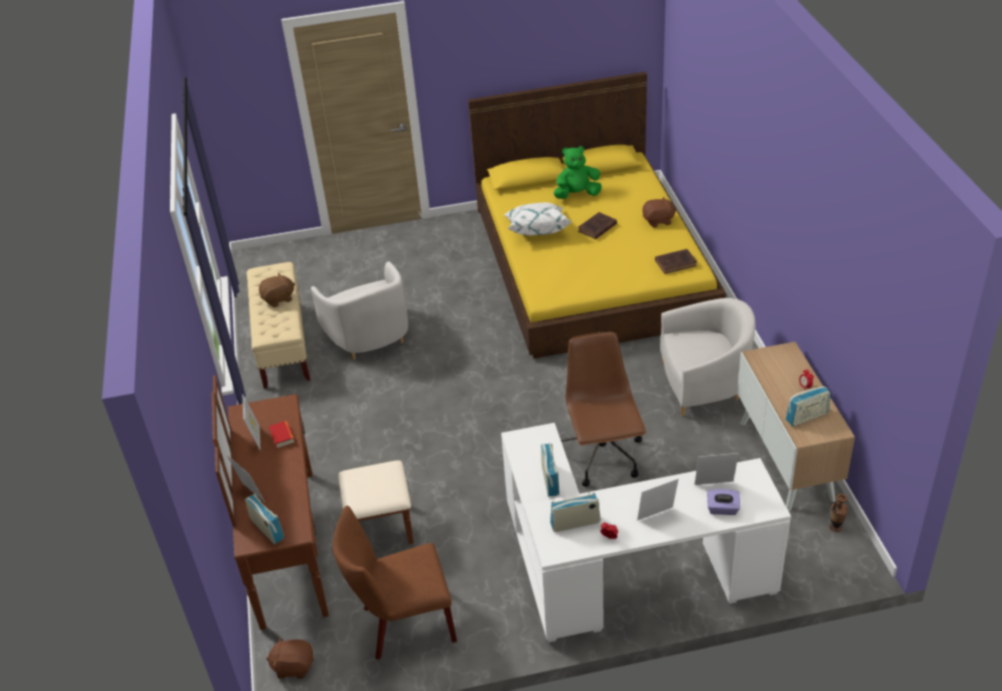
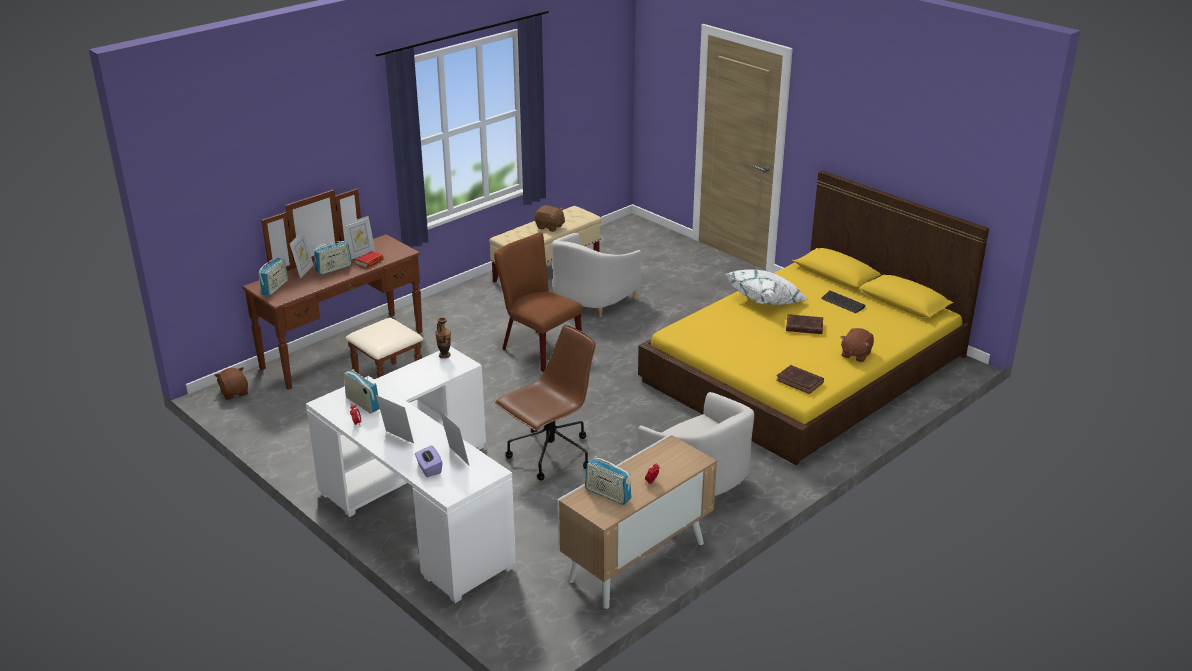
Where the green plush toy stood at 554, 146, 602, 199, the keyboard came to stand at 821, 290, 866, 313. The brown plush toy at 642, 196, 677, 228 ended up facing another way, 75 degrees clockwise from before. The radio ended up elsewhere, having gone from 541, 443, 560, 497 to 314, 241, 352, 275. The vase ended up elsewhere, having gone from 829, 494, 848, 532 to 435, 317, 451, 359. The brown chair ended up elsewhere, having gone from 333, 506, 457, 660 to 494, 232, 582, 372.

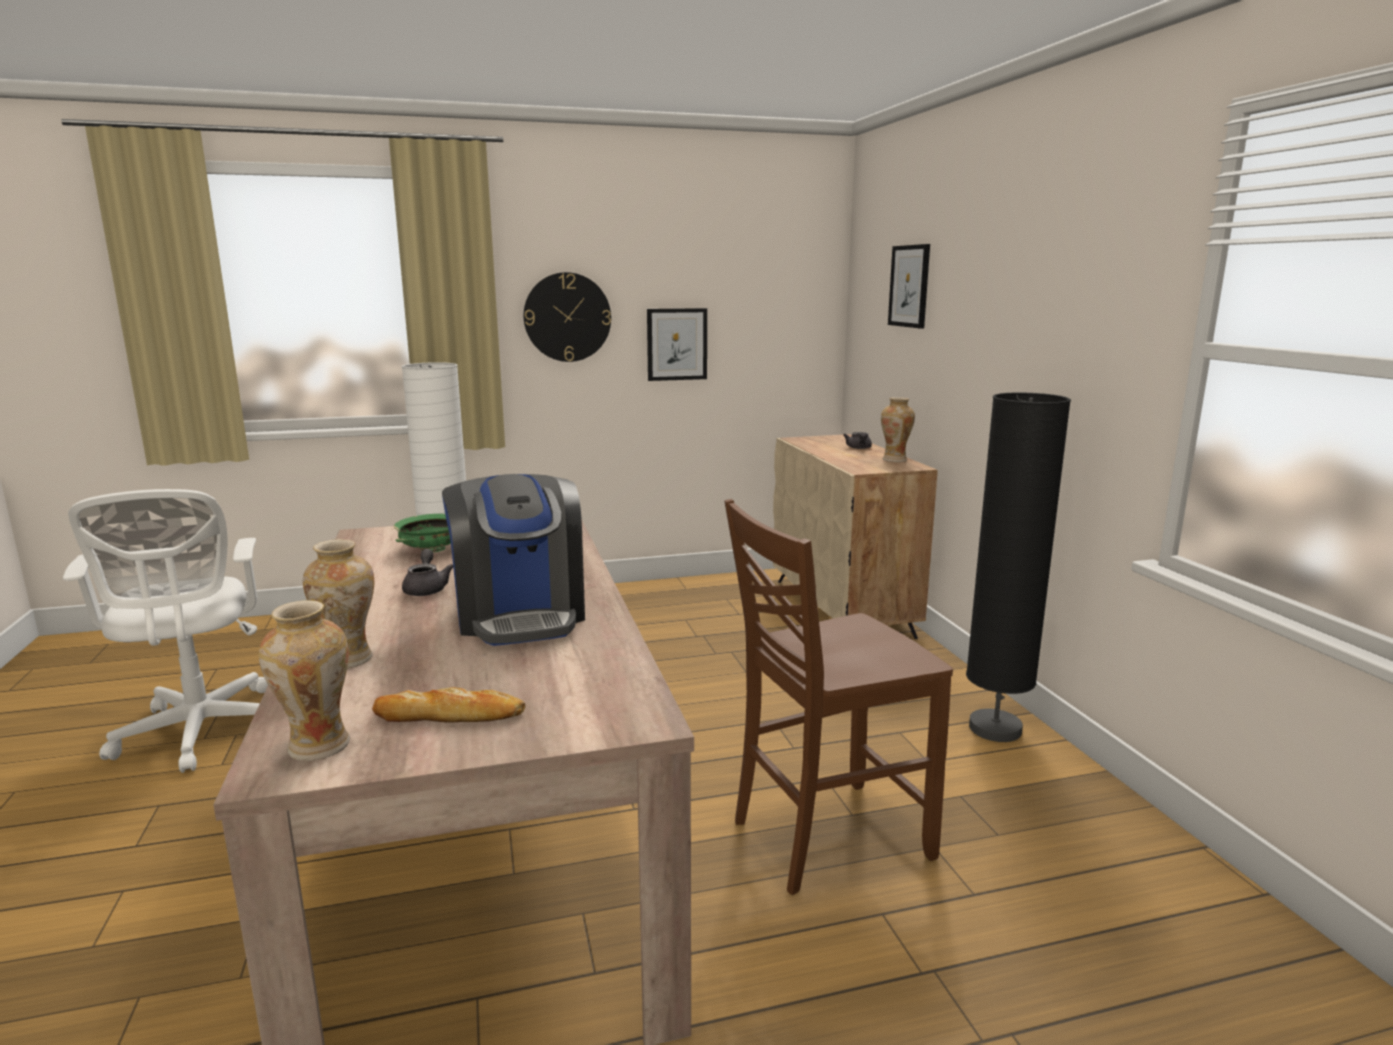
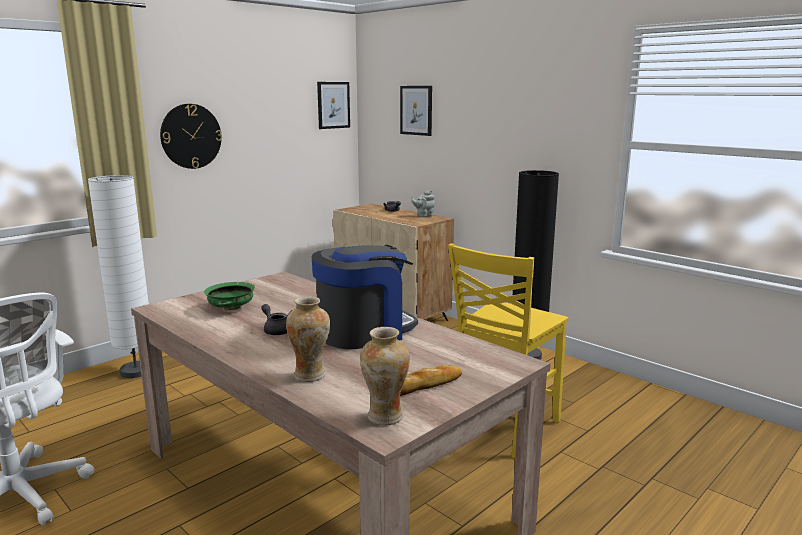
The picture ended up elsewhere, having gone from 647, 308, 707, 381 to 317, 82, 350, 129. Where the vase stood at 881, 397, 915, 462, the grey teapot came to stand at 411, 191, 435, 217. The coffee machine at 442, 474, 585, 646 ended up facing another way, 75 degrees counterclockwise from before. What was the brown chair at 724, 499, 953, 895 turned into the yellow chair at 448, 243, 568, 458.

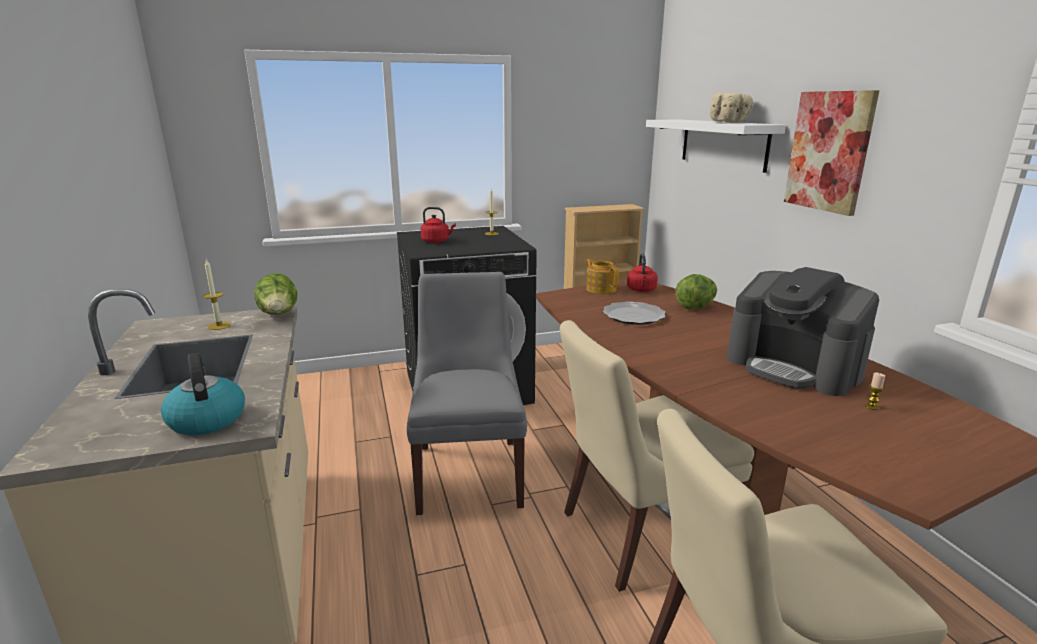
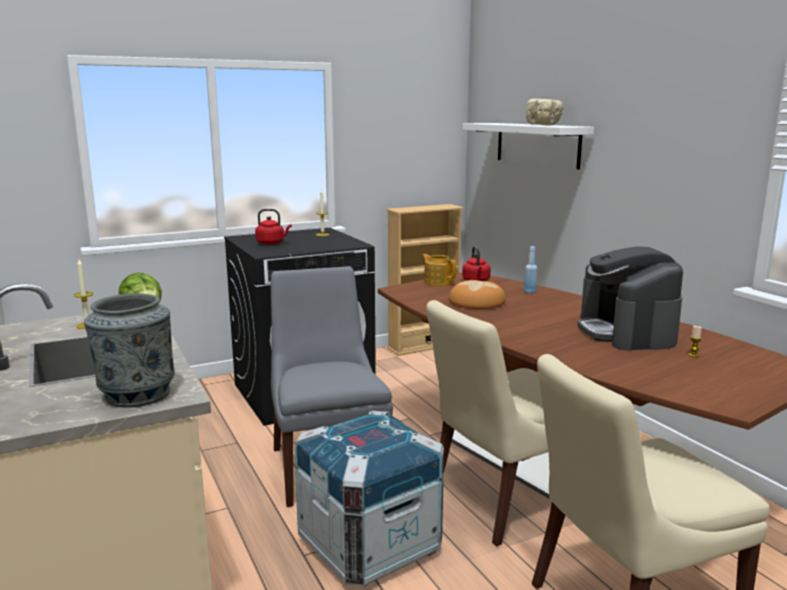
The second view lost the picture at 784, 90, 879, 216. The coffee machine at 727, 267, 879, 396 ended up facing another way, 45 degrees clockwise from before. Where the lettuce stood at 676, 274, 717, 310, the blue bottle came to stand at 524, 246, 537, 293. Where the plate stood at 603, 301, 666, 325, the bread came to stand at 449, 280, 506, 309. Where the kettle stood at 161, 353, 245, 435, the grey vase came to stand at 84, 293, 175, 408. The second view gained the crate at 294, 411, 444, 587.

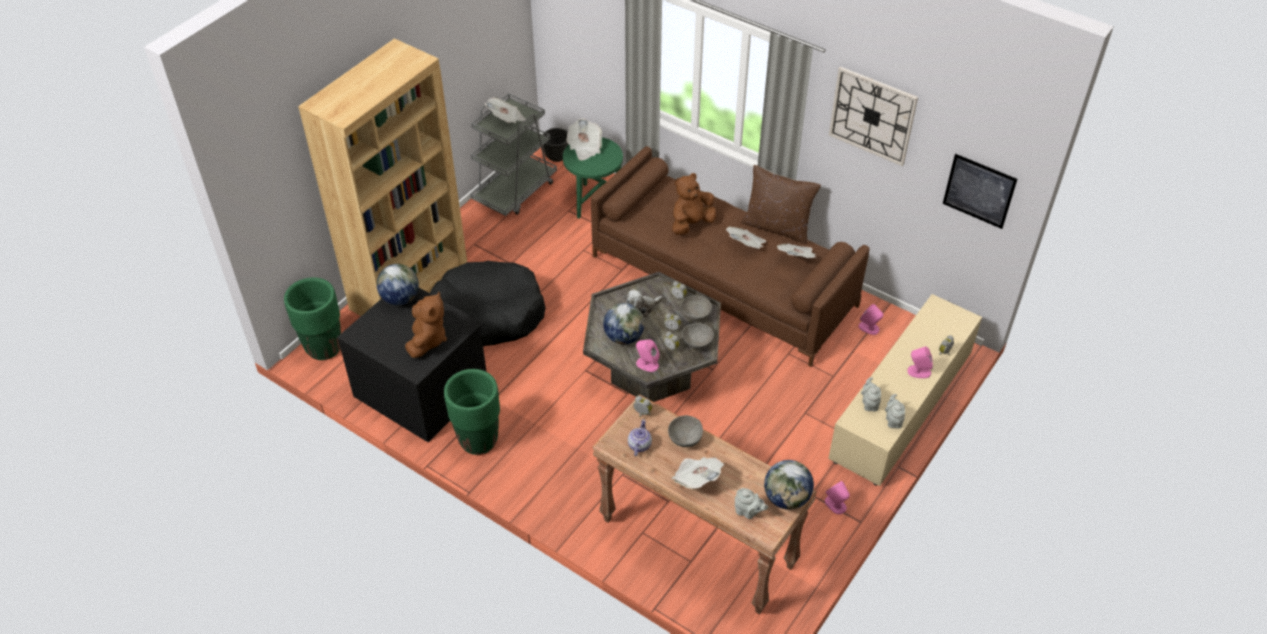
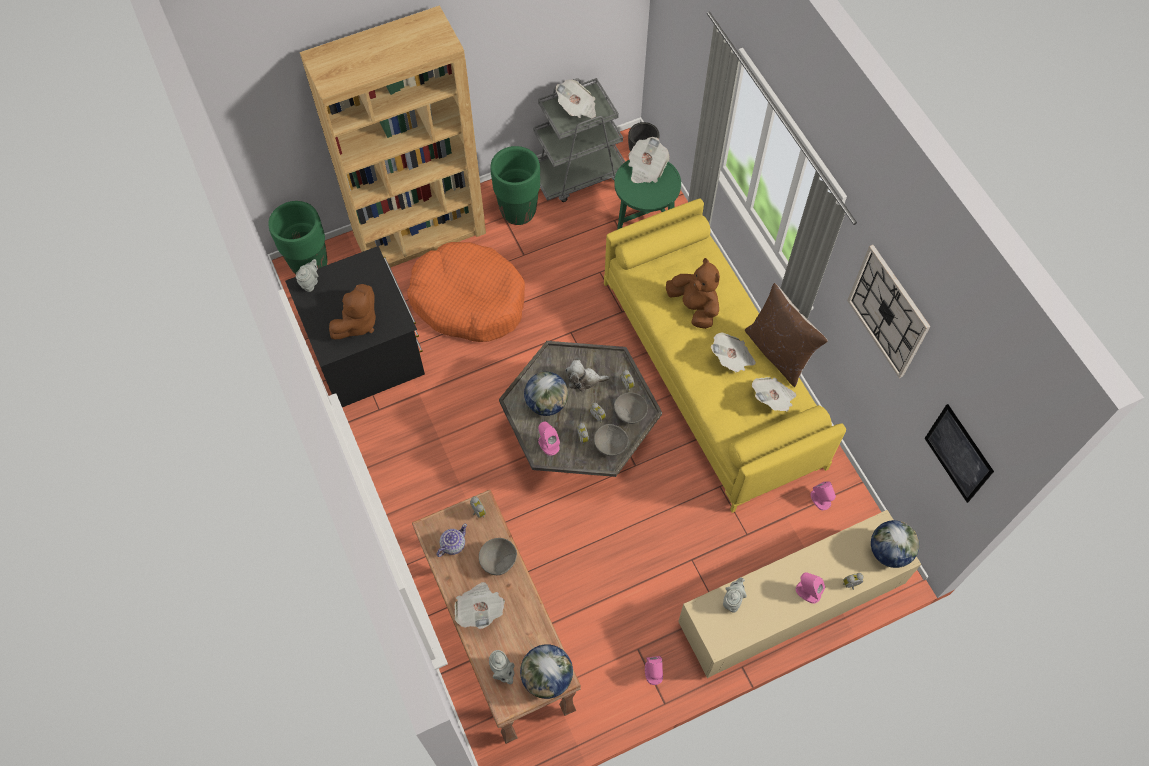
What was the brown sofa at 591, 146, 870, 367 turned into the yellow sofa at 604, 198, 846, 513. The brown plush toy at 672, 173, 716, 235 ended up facing another way, 60 degrees clockwise from before. What was the black dog bed at 430, 261, 545, 346 turned into the orange dog bed at 407, 242, 525, 342. The globe ended up elsewhere, having gone from 377, 264, 419, 305 to 871, 520, 919, 568. The green planter ended up elsewhere, having gone from 444, 369, 500, 455 to 491, 146, 540, 225. The grey teapot ended up elsewhere, having gone from 885, 394, 905, 428 to 296, 259, 319, 292.

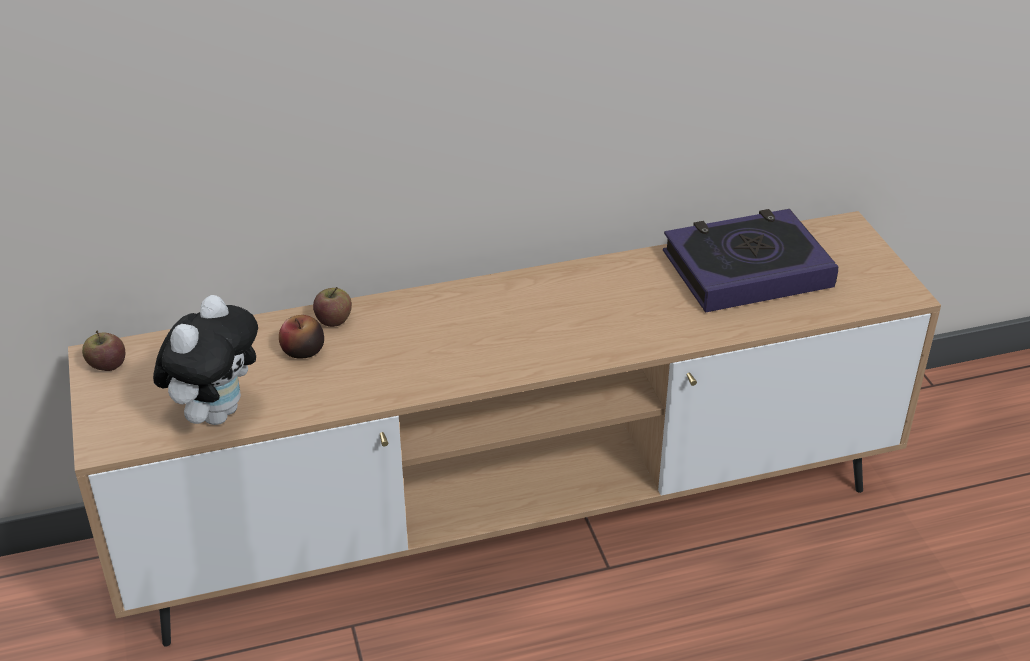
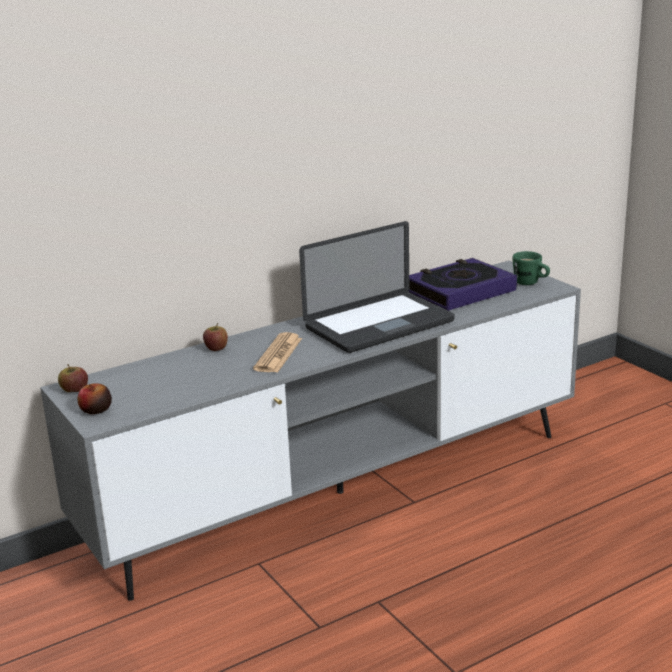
What was the brown tv stand at 68, 211, 941, 646 turned into the grey tv stand at 40, 261, 581, 601. The second view lost the plush toy at 153, 295, 258, 425. The apple ended up elsewhere, having gone from 279, 315, 324, 359 to 78, 383, 112, 414. The second view gained the laptop at 299, 221, 455, 353. The second view gained the green mug at 512, 251, 550, 285. The second view gained the newspaper at 253, 332, 302, 373.

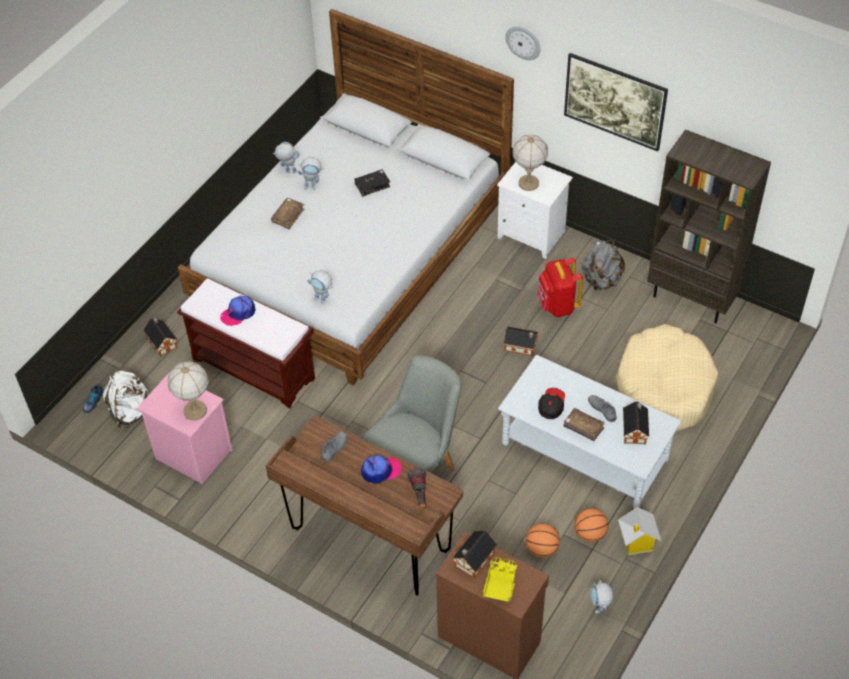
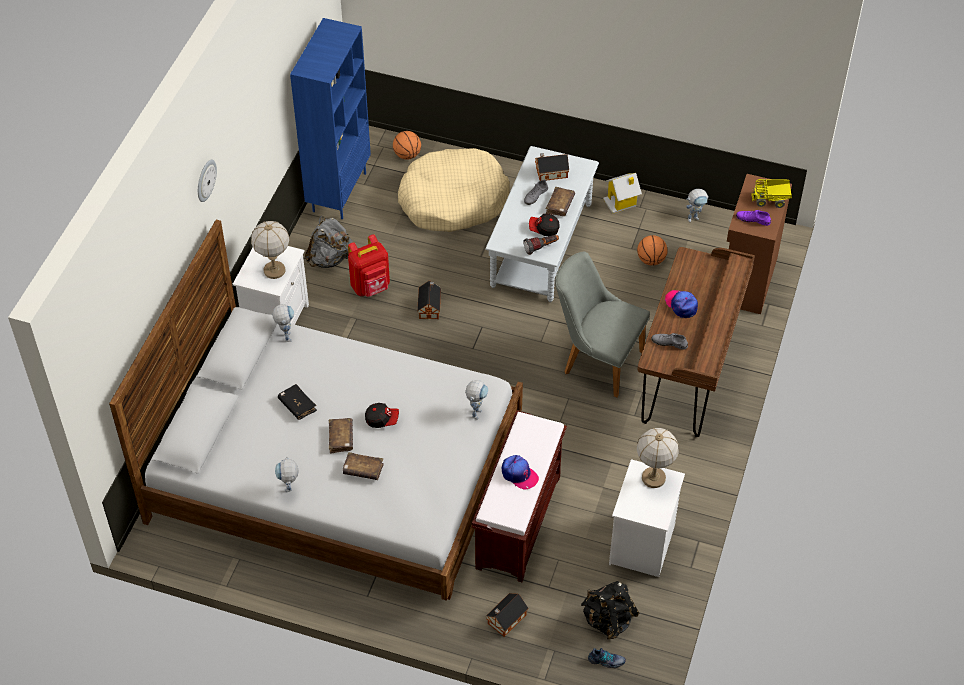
The second view lost the picture at 564, 53, 668, 152. What was the brown bookcase at 647, 130, 771, 323 turned into the blue bookcase at 290, 18, 371, 219. The toy robot ended up elsewhere, having gone from 297, 157, 324, 190 to 273, 304, 294, 342. What was the white backpack at 103, 371, 148, 428 turned into the black backpack at 581, 581, 640, 639. What was the pink nightstand at 137, 372, 233, 484 turned into the white nightstand at 609, 459, 685, 577. The flashlight ended up elsewhere, having gone from 407, 469, 427, 509 to 523, 235, 559, 255. The basketball ended up elsewhere, having gone from 574, 508, 609, 542 to 393, 131, 421, 159. Where the toy house stood at 452, 530, 497, 578, the purple shoe came to stand at 736, 210, 771, 226. The second view gained the cap at 365, 403, 399, 428. The second view gained the brown book at 329, 418, 353, 454.

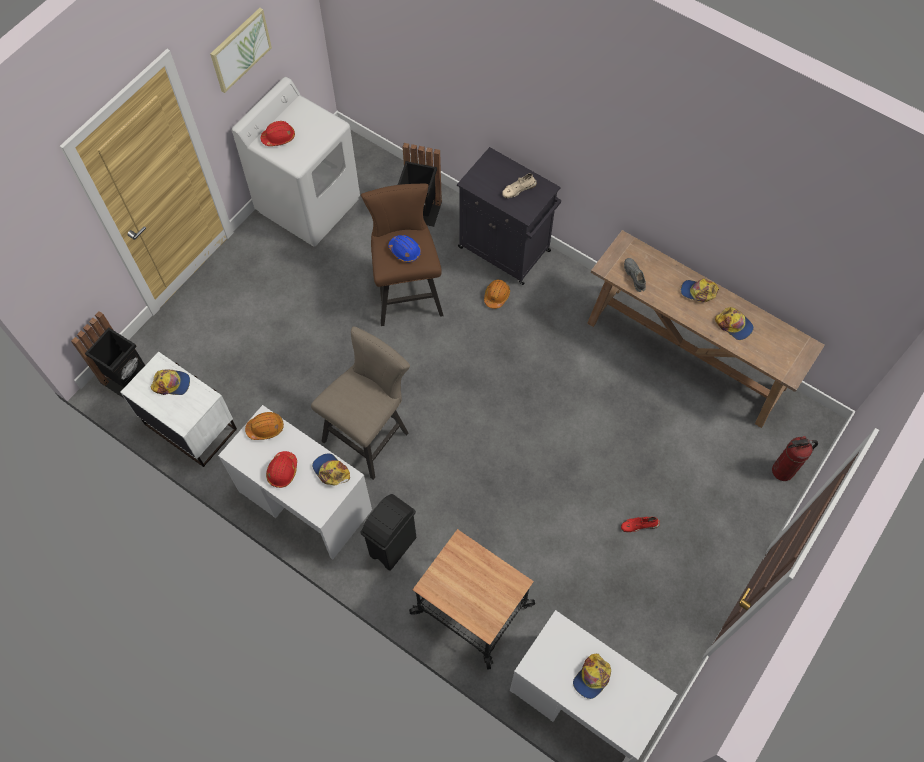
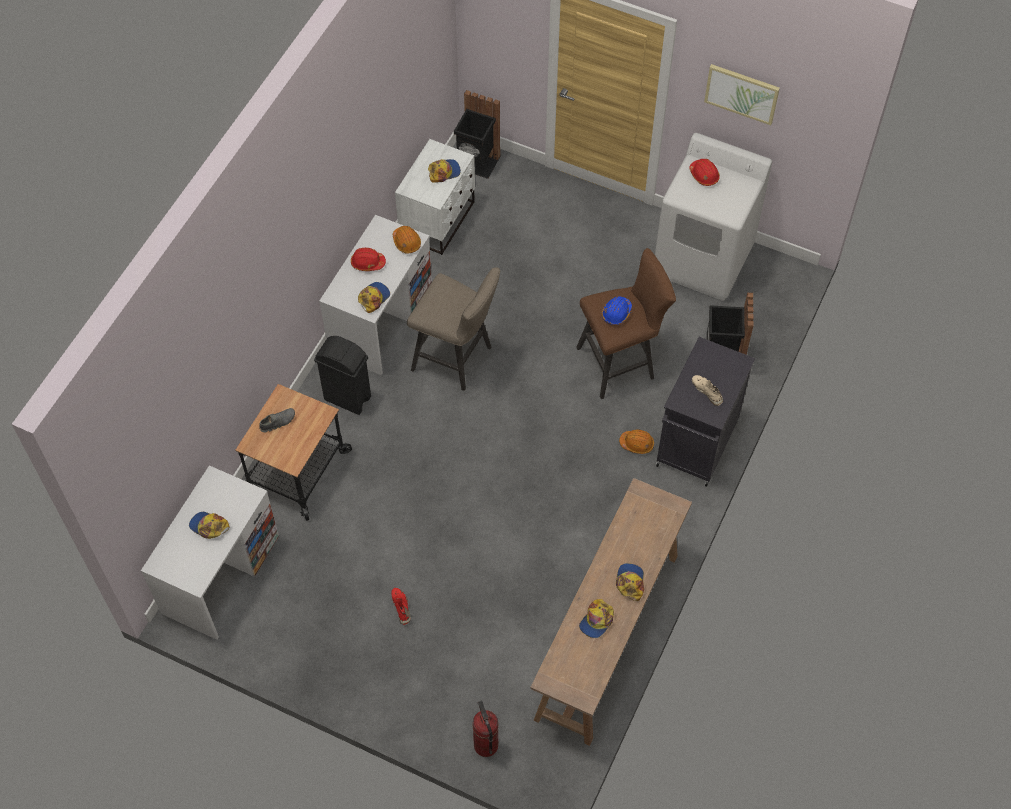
The grey shoe ended up elsewhere, having gone from 624, 258, 646, 292 to 259, 408, 295, 432. The cap at 151, 369, 190, 395 ended up facing another way, 105 degrees counterclockwise from before.

